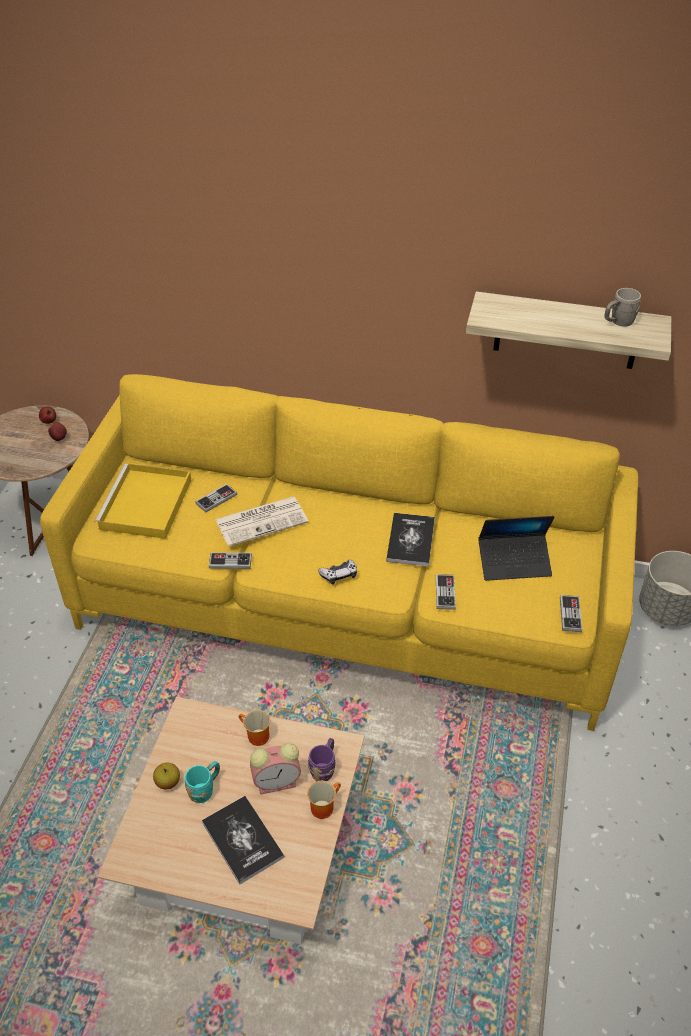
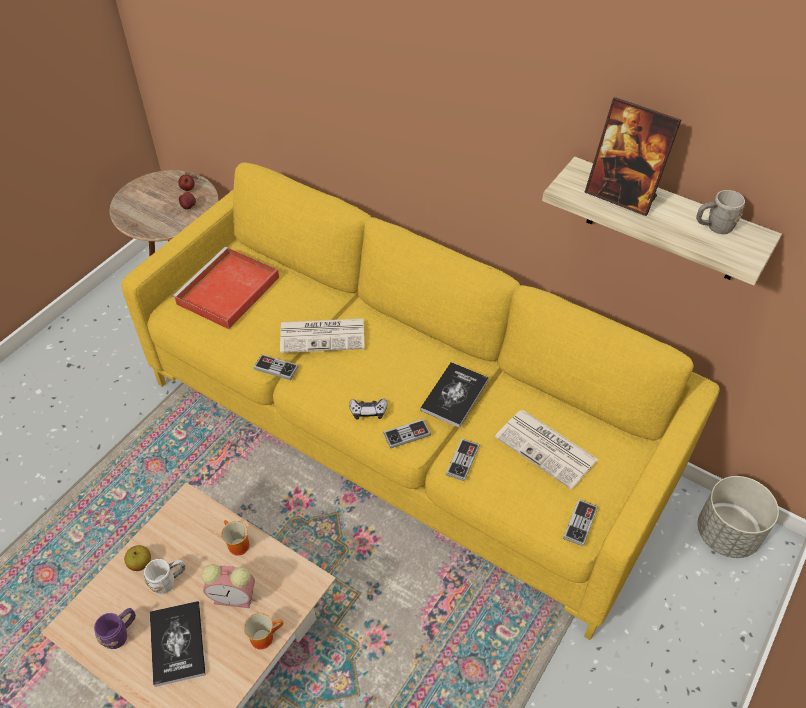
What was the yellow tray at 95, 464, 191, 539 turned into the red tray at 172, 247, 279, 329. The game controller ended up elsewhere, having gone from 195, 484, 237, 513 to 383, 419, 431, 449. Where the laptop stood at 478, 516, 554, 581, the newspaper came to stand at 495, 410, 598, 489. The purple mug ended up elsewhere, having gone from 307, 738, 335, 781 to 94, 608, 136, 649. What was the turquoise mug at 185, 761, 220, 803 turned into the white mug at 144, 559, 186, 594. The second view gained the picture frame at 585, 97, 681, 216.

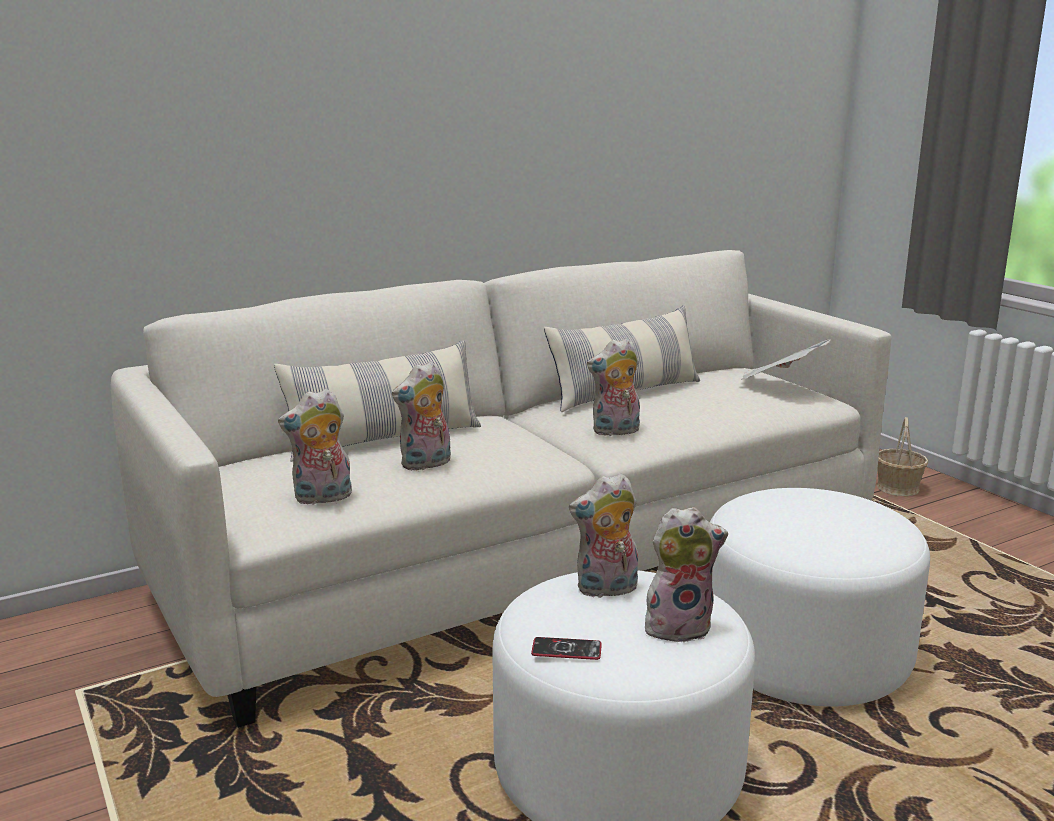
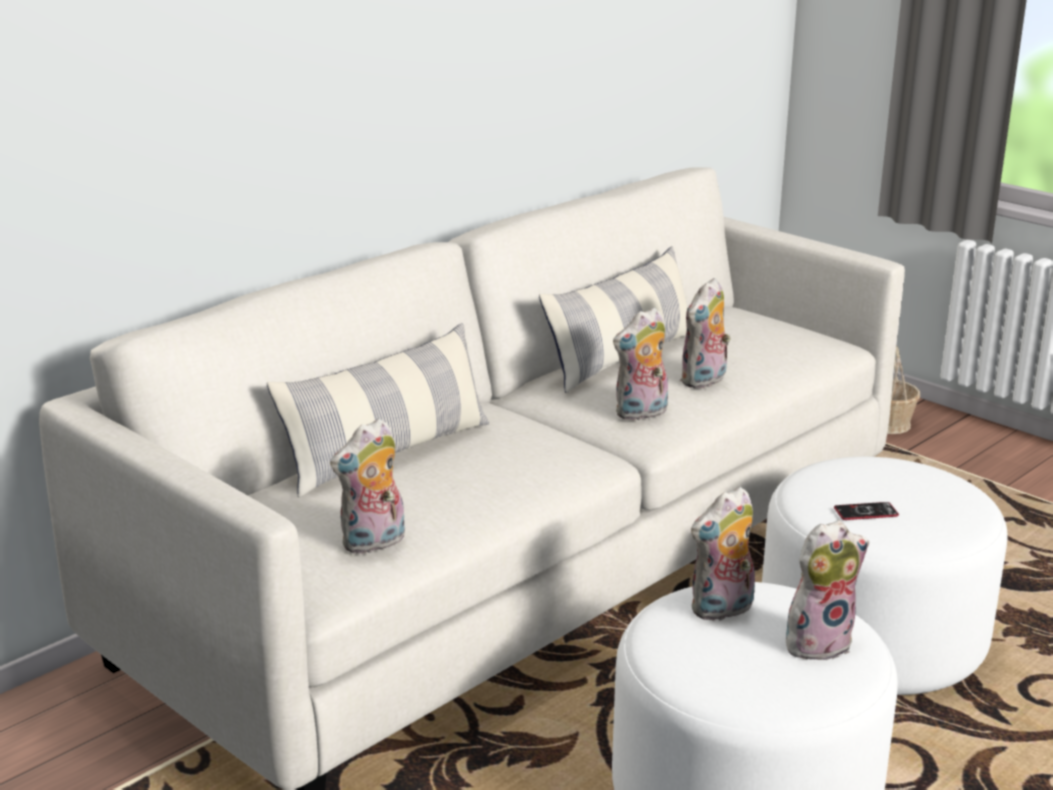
The second view lost the newspaper at 741, 339, 831, 380. The plush toy ended up elsewhere, having gone from 392, 361, 451, 471 to 680, 278, 731, 389. The phone ended up elsewhere, having gone from 531, 637, 602, 660 to 834, 502, 899, 520.

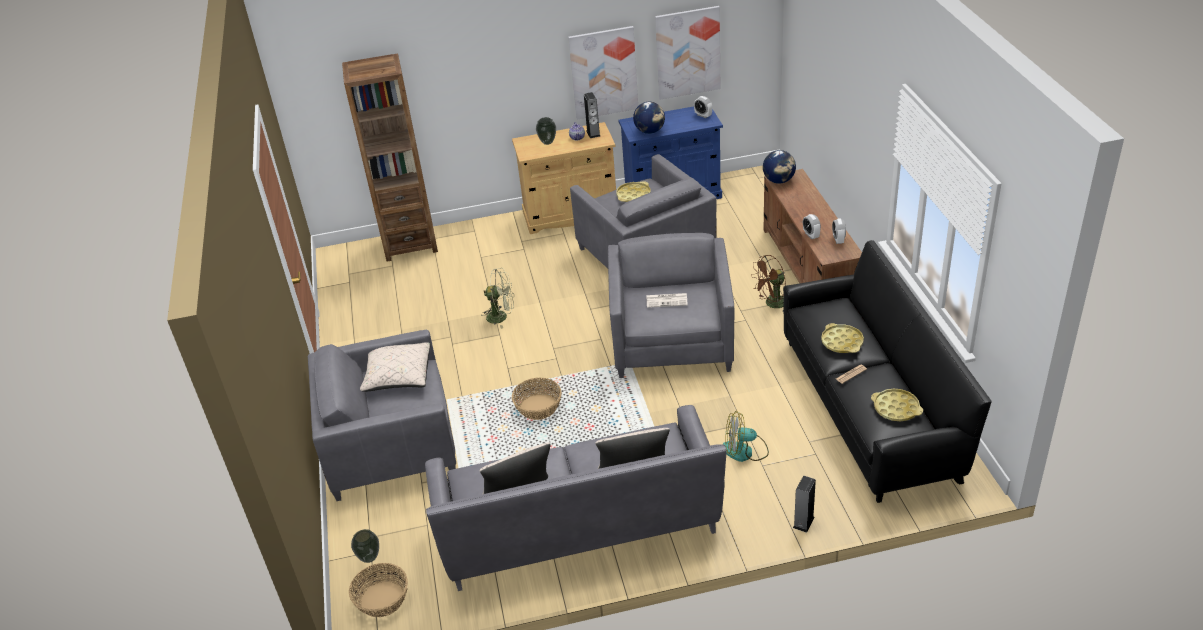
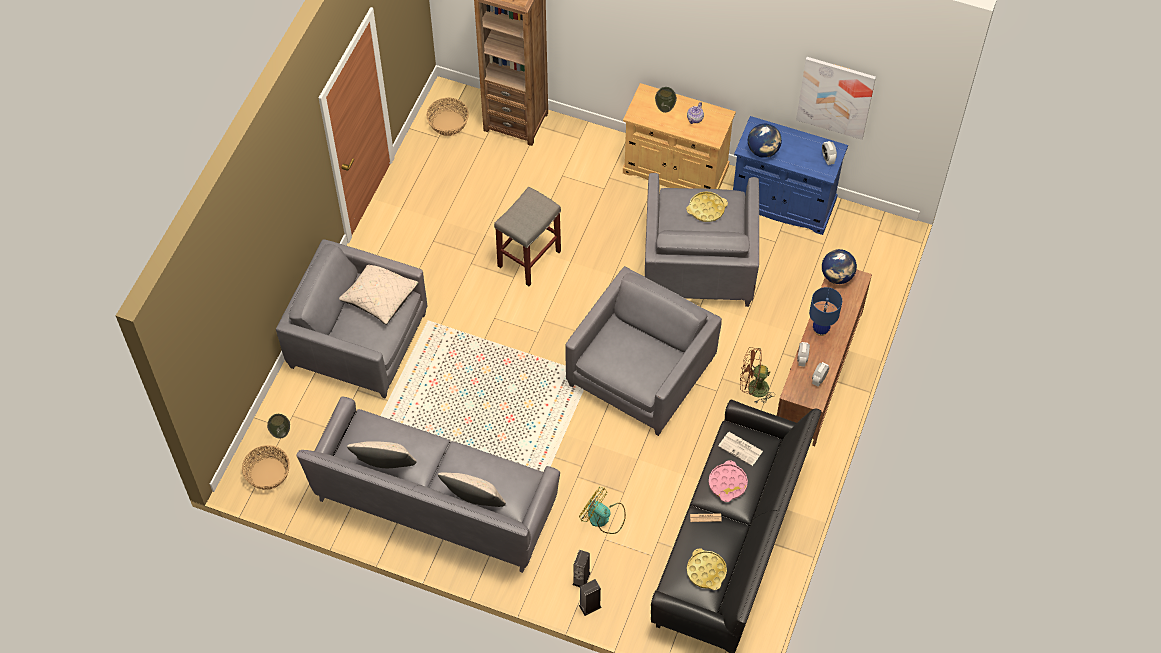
The second view lost the picture at 568, 26, 638, 120. The speaker ended up elsewhere, having gone from 584, 92, 600, 138 to 573, 550, 591, 587. Where the green fan stood at 481, 268, 514, 329, the grey stool came to stand at 494, 187, 561, 286. The newspaper ended up elsewhere, having gone from 647, 293, 688, 308 to 718, 432, 763, 466. What was the yellow tray at 821, 323, 864, 353 turned into the pink tray at 708, 460, 748, 502. The basket ended up elsewhere, having gone from 512, 378, 562, 420 to 427, 98, 469, 136. The second view gained the blue table lamp at 809, 287, 842, 336.

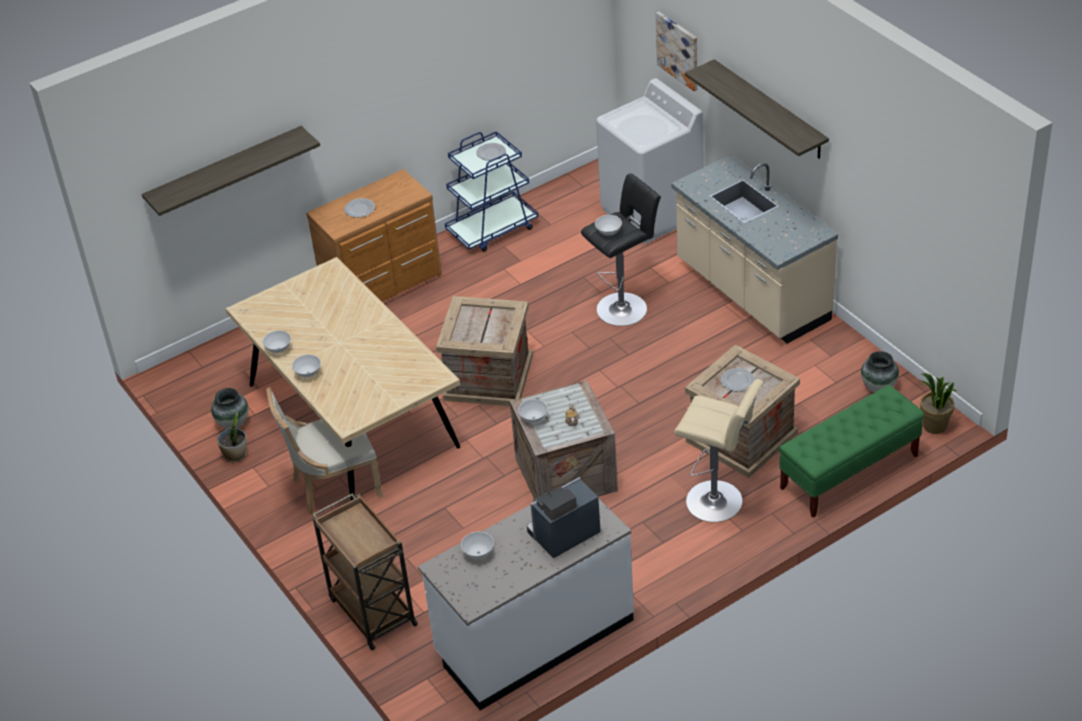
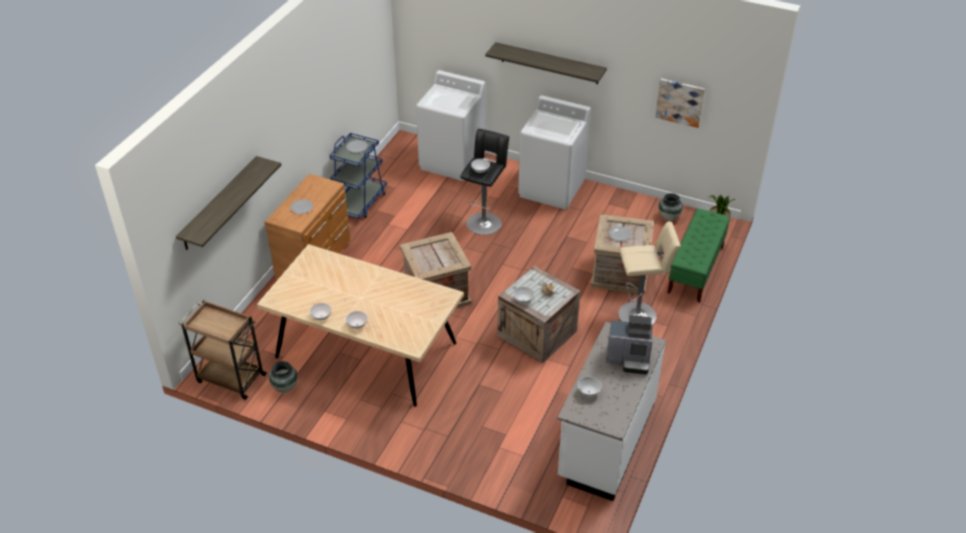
The picture ended up elsewhere, having gone from 656, 12, 697, 91 to 655, 79, 705, 128. Where the beige counter stood at 671, 155, 838, 344, the white washing machine came to stand at 518, 95, 591, 209. The second view lost the beige chair at 266, 387, 384, 515. The second view lost the potted plant at 217, 412, 247, 462. The coffee machine at 527, 477, 601, 559 ended up facing another way, 105 degrees counterclockwise from before. The brown cart ended up elsewhere, having gone from 313, 493, 418, 650 to 179, 300, 267, 400.

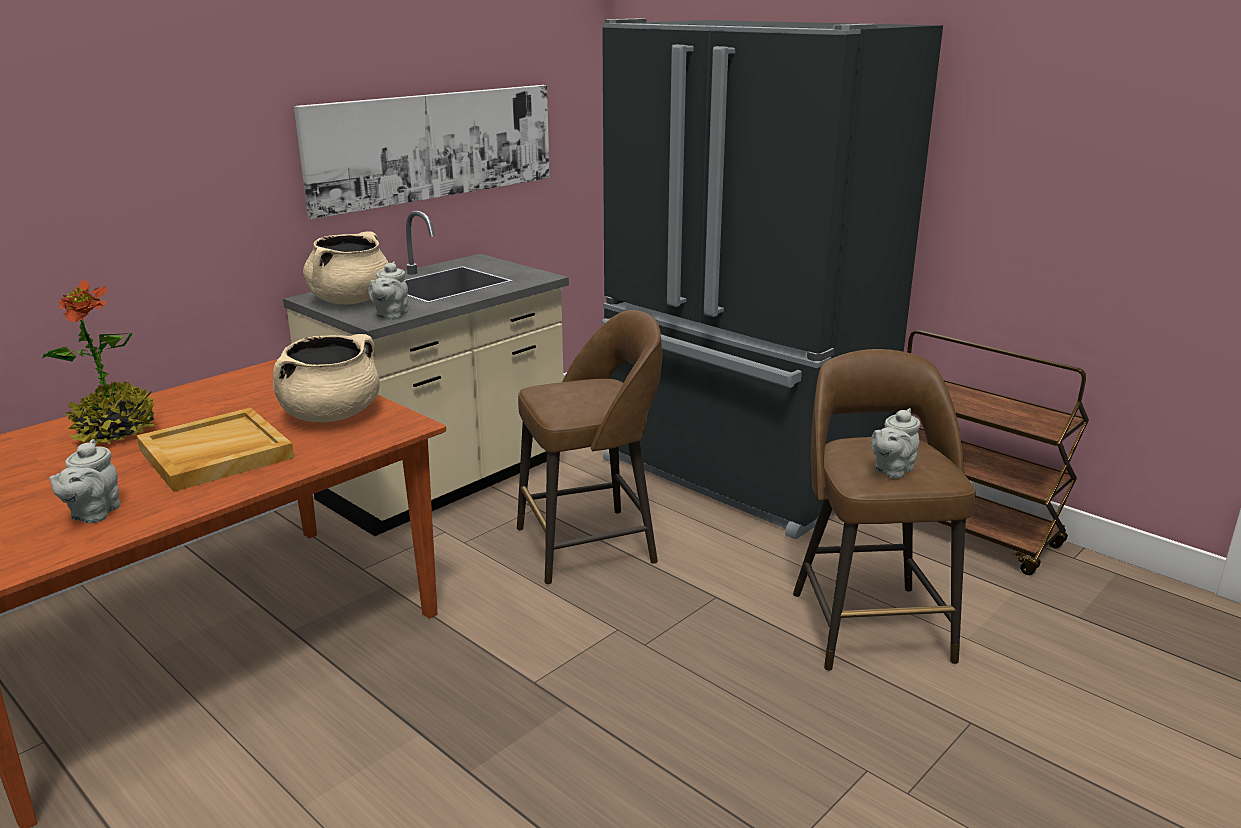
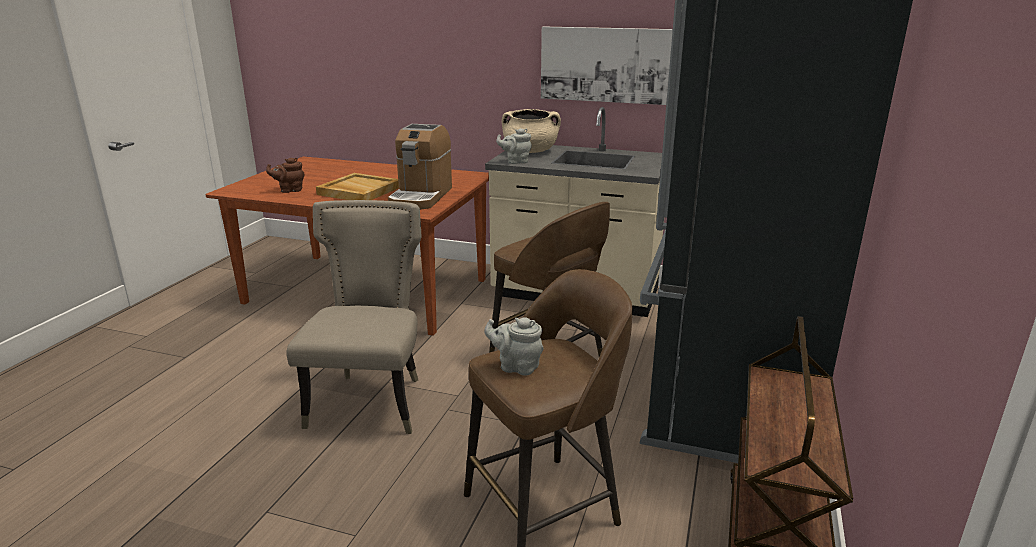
The second view lost the potted plant at 42, 279, 157, 445. Where the beige cooking pot stood at 273, 334, 380, 422, the coffee machine came to stand at 388, 124, 452, 210. What was the grey teapot at 49, 439, 120, 523 turned into the brown teapot at 266, 157, 305, 193. The second view gained the beige chair at 287, 200, 421, 434.

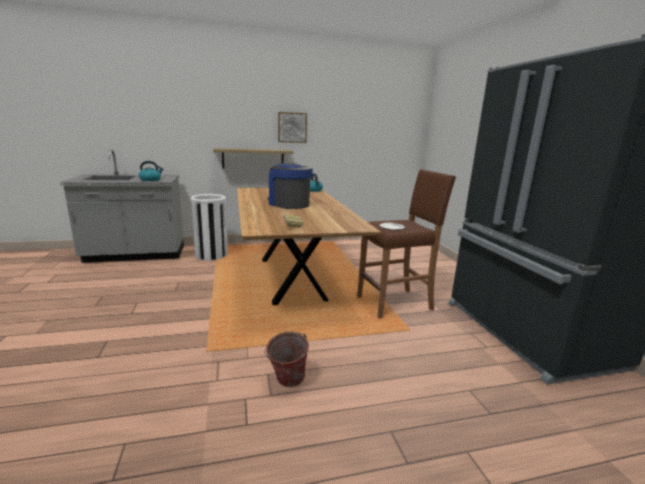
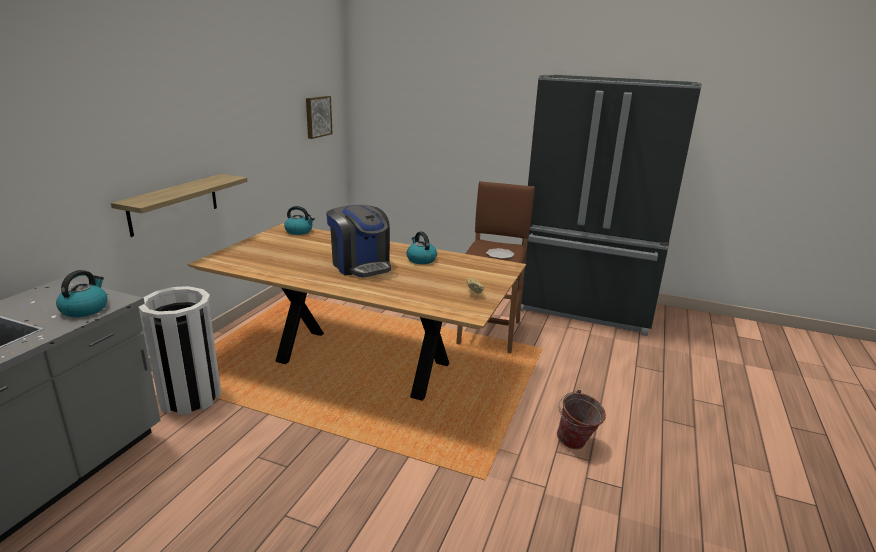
The picture ended up elsewhere, having gone from 278, 112, 307, 143 to 306, 96, 332, 139. The coffee machine at 268, 163, 313, 209 ended up facing another way, 120 degrees counterclockwise from before. The second view gained the kettle at 406, 231, 437, 264.

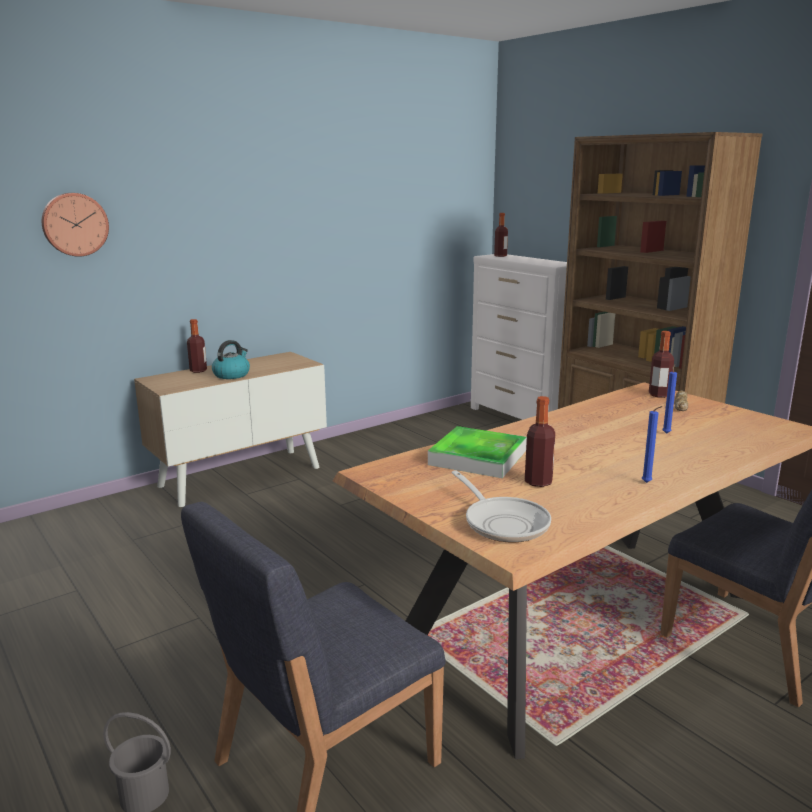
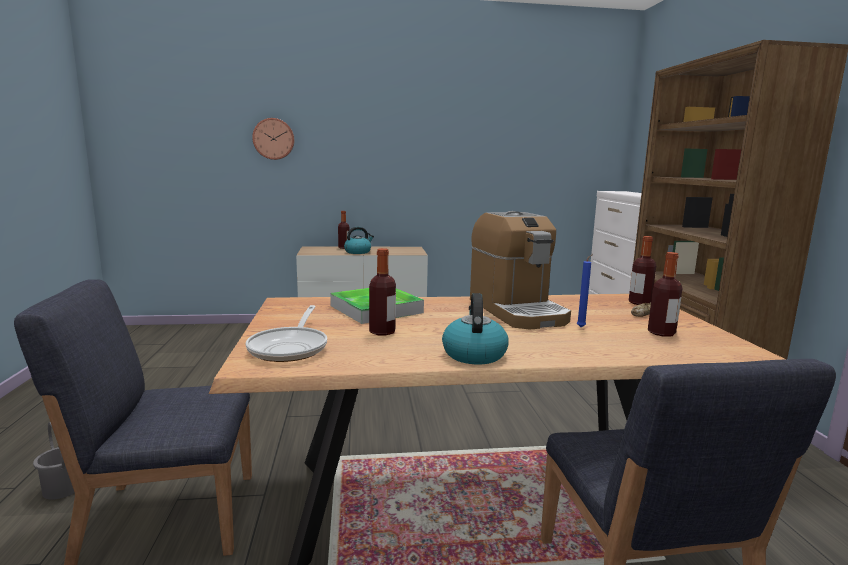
The bottle ended up elsewhere, having gone from 494, 213, 508, 257 to 648, 252, 683, 337. Where the blue candle stood at 642, 406, 662, 483, the kettle came to stand at 442, 293, 509, 364. The second view gained the coffee machine at 470, 211, 571, 330.

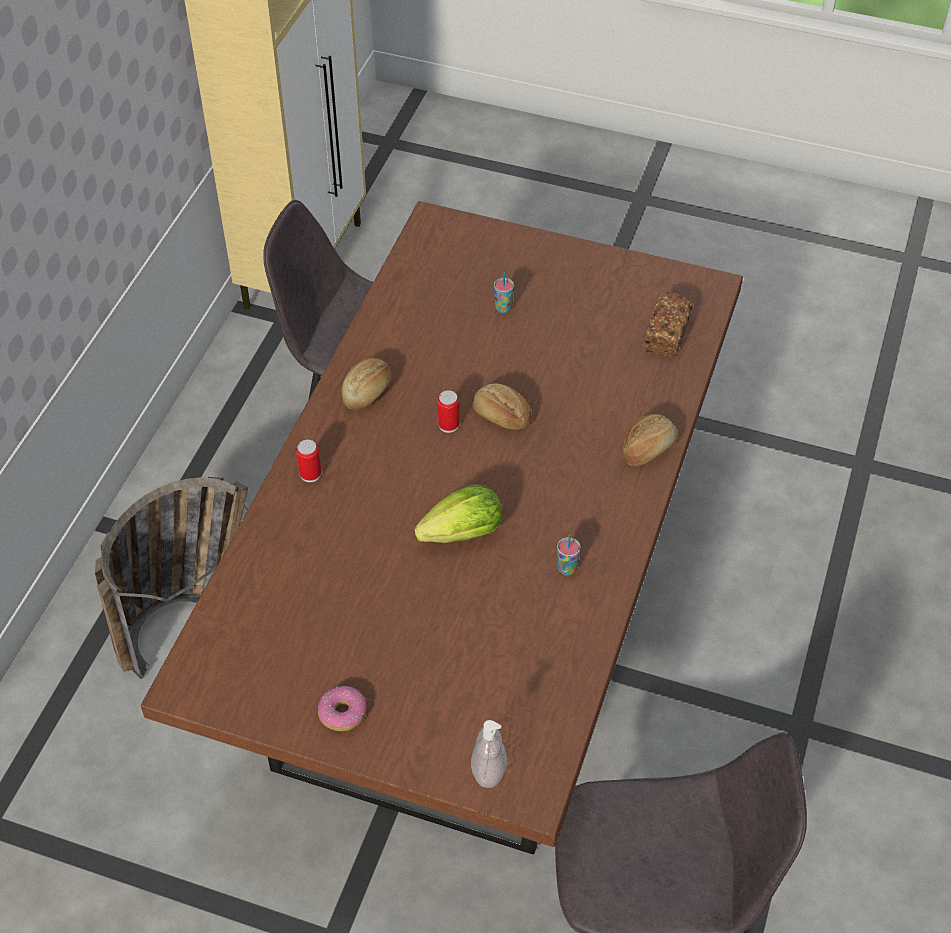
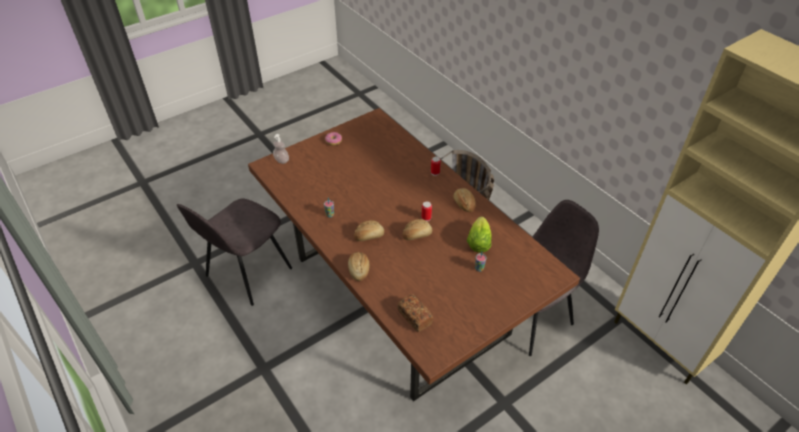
The lettuce ended up elsewhere, having gone from 414, 484, 502, 543 to 467, 216, 492, 252. The second view gained the bread at 354, 220, 384, 241.

